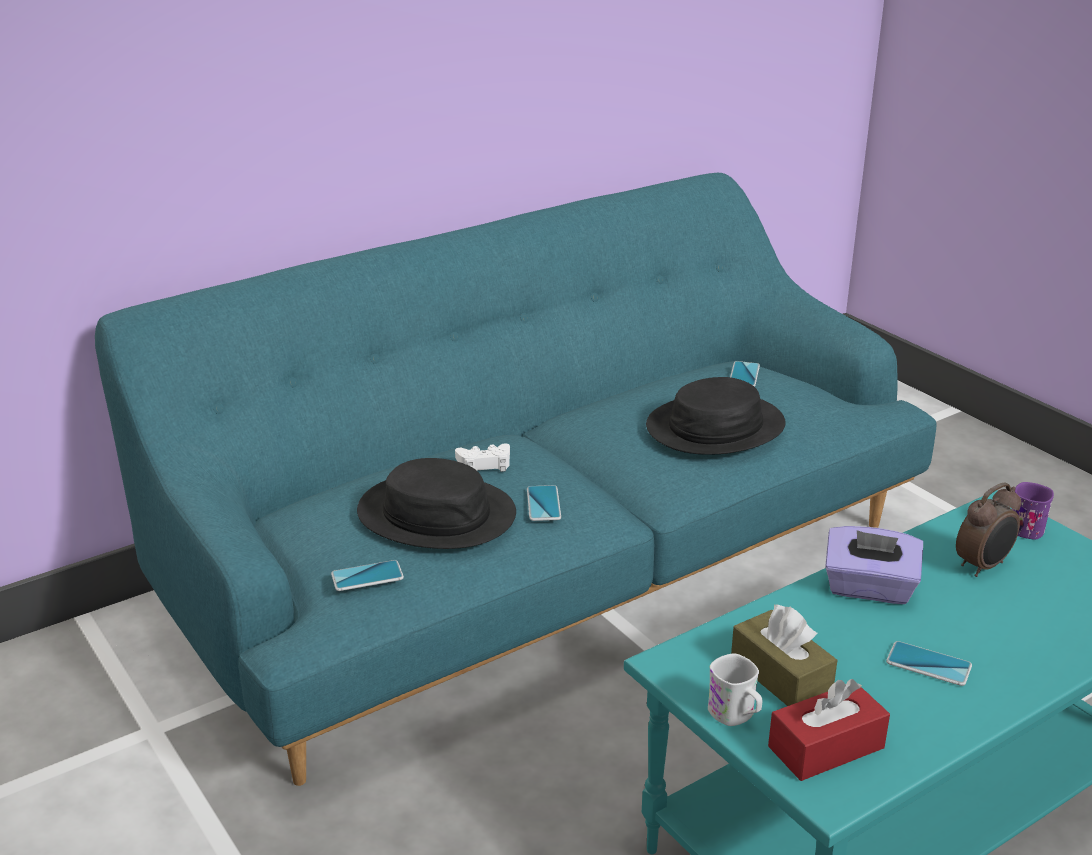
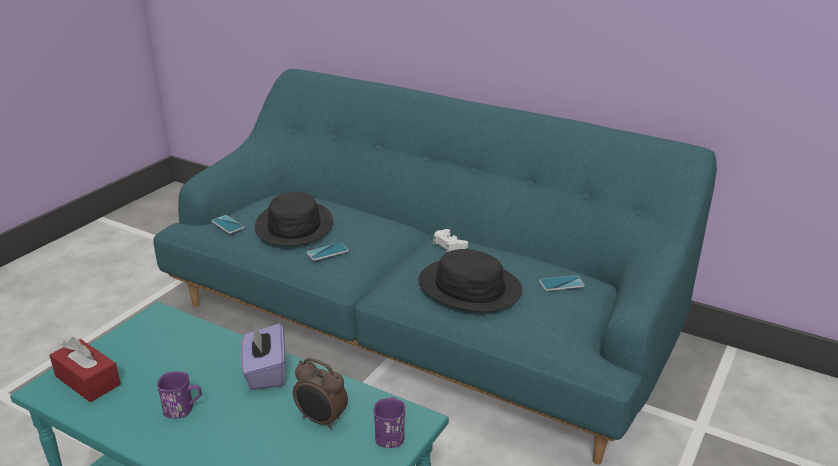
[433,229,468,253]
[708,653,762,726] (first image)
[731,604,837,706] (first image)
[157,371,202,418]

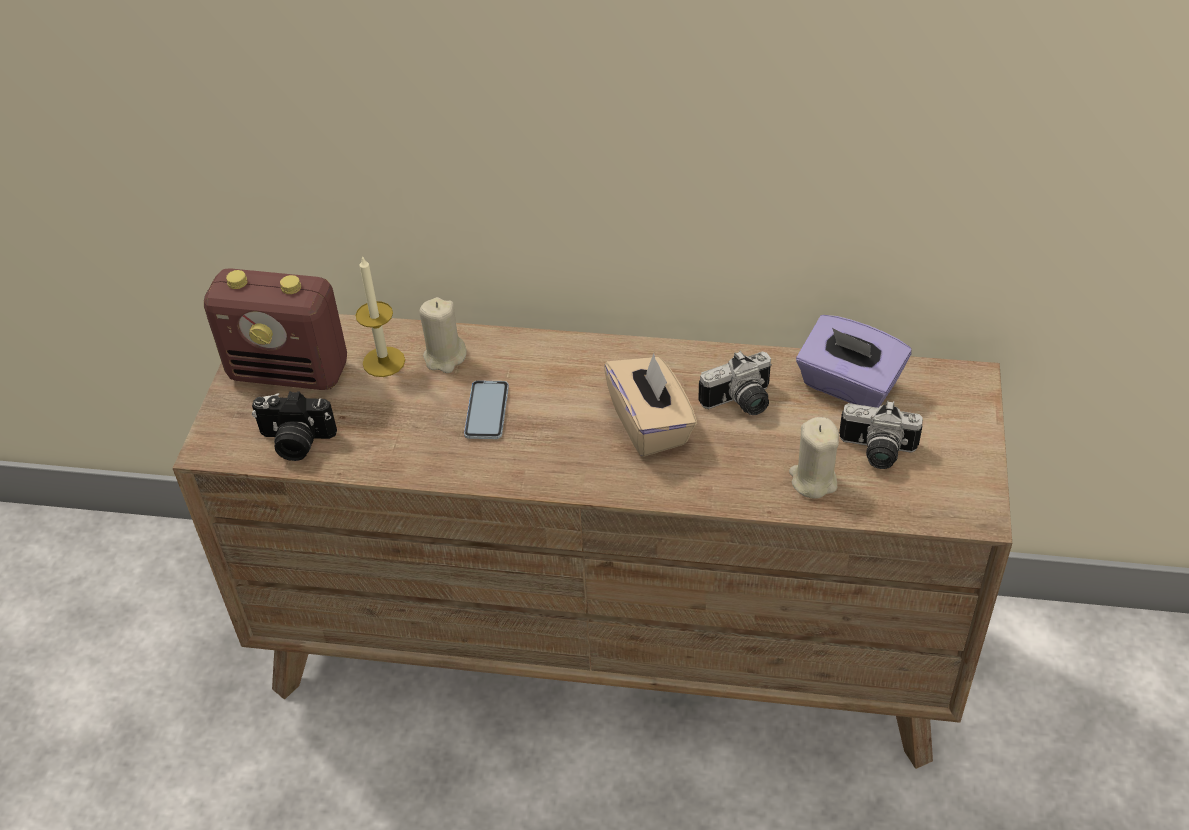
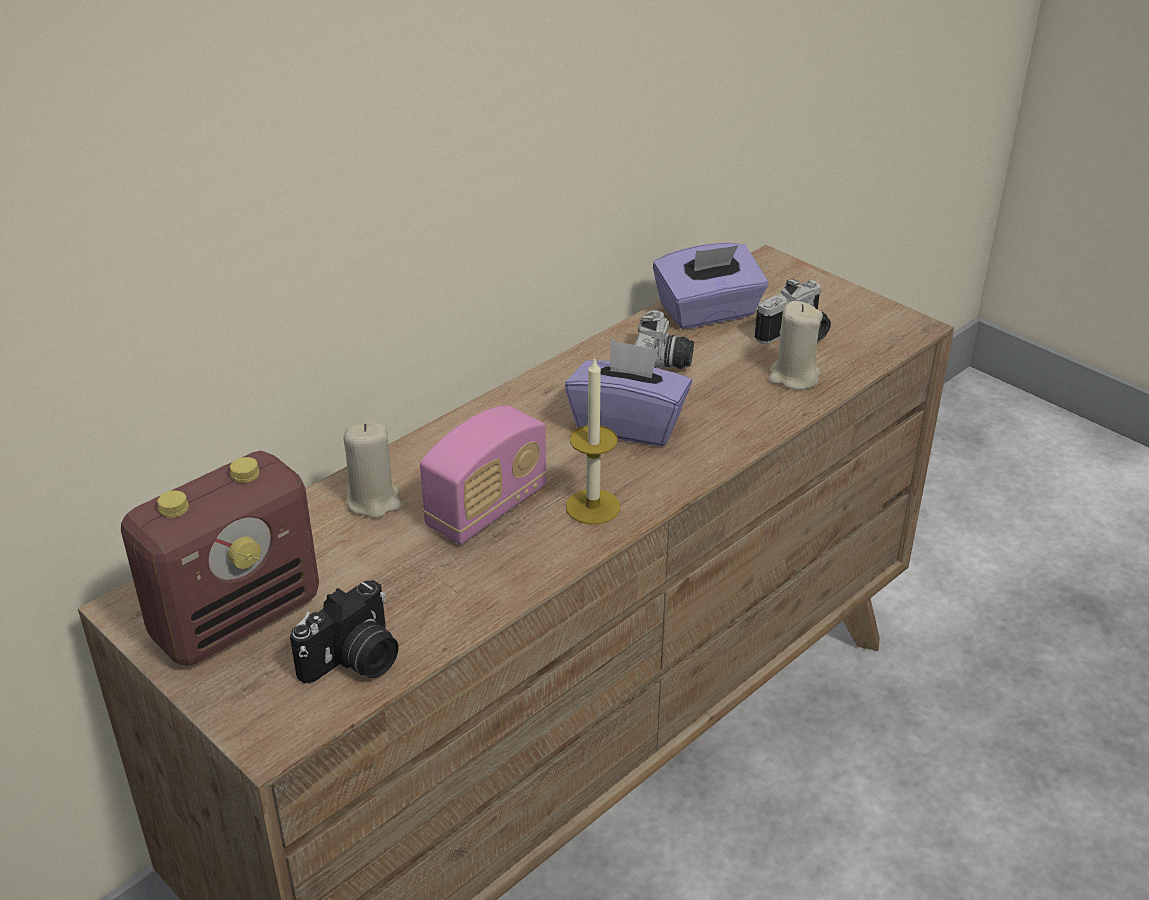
[566,356,620,524]
[420,405,547,544]
[565,339,692,446]

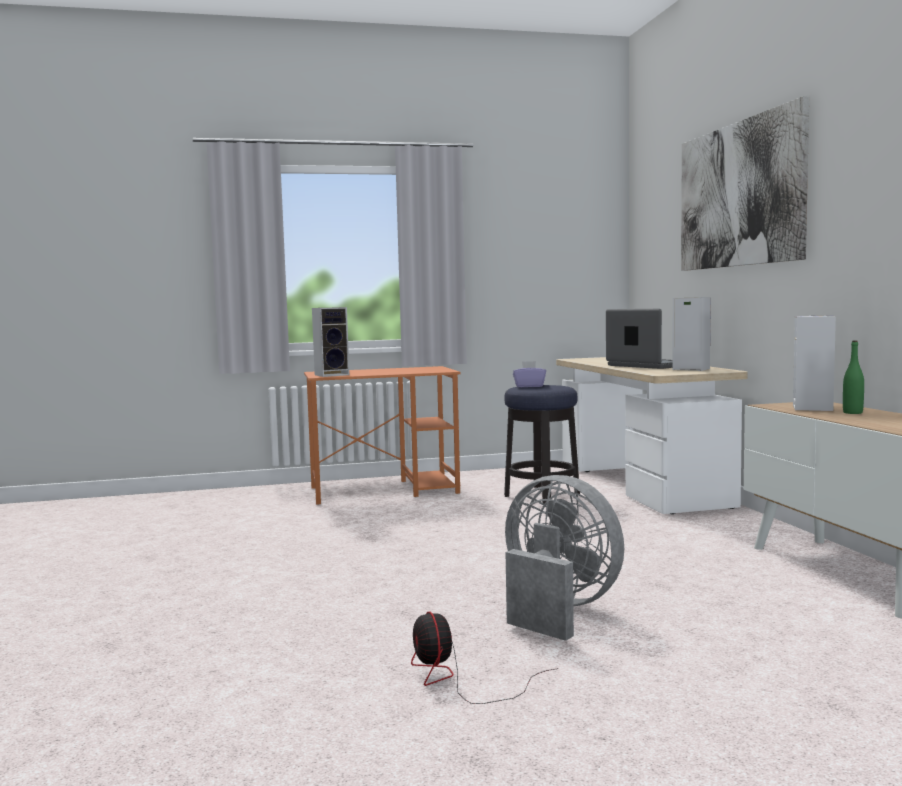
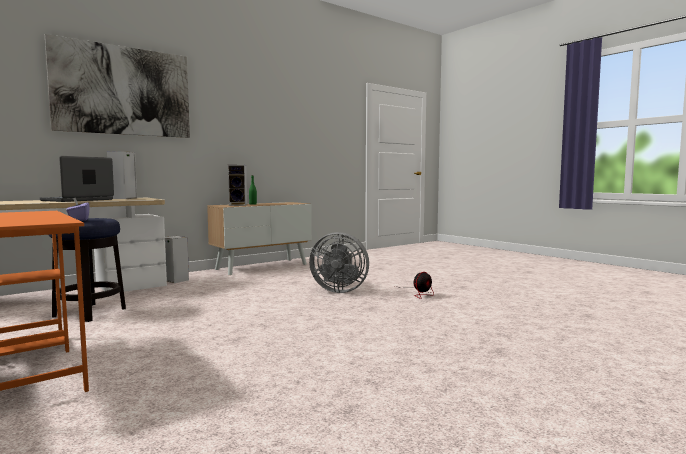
[165,236,189,283]
[309,232,369,293]

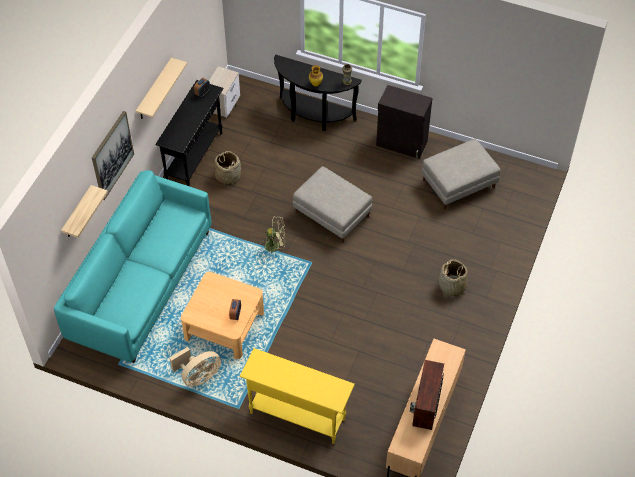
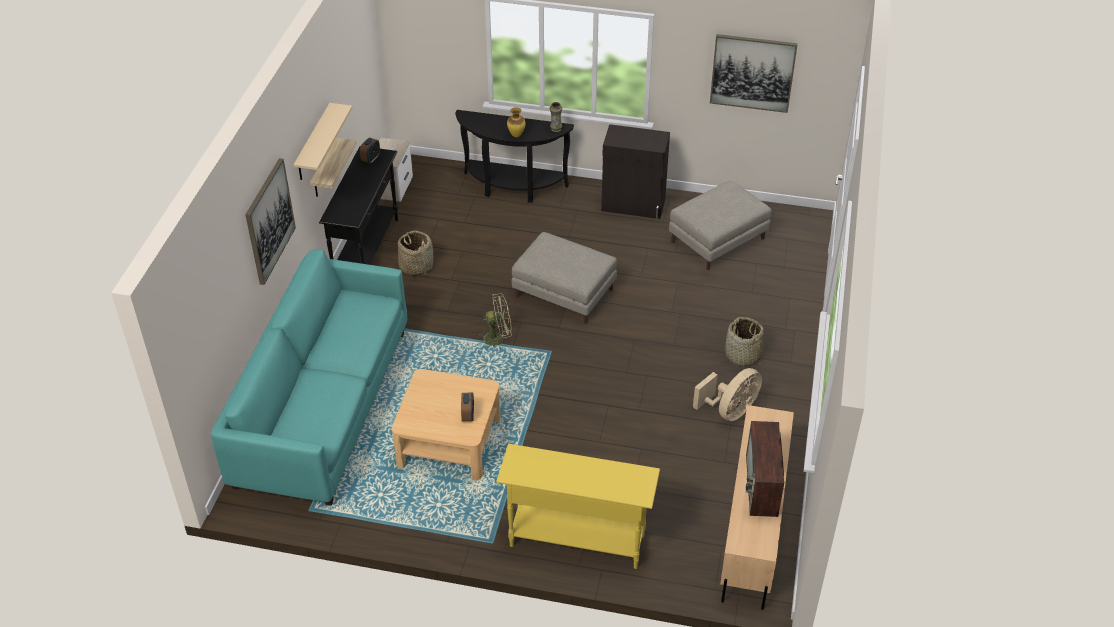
[310,138,357,197]
[693,368,762,421]
[710,34,798,113]

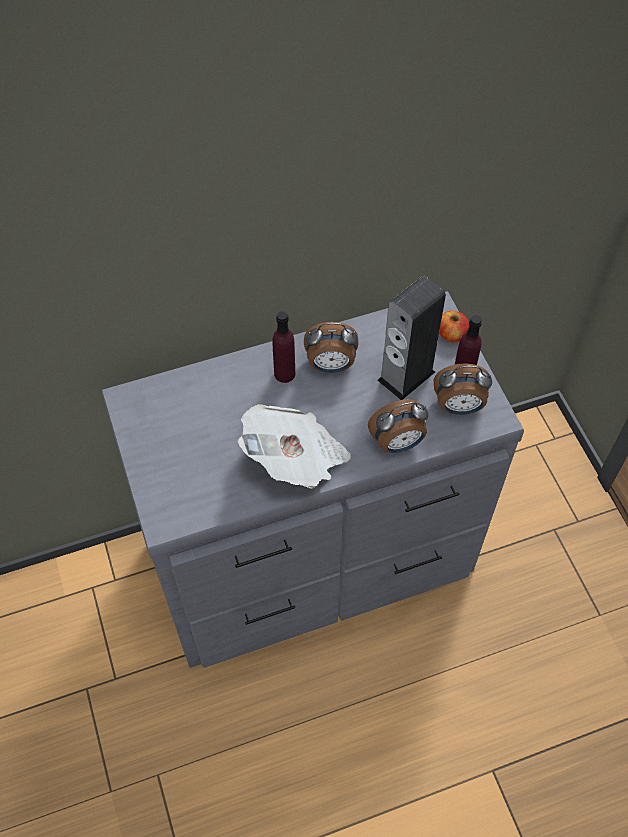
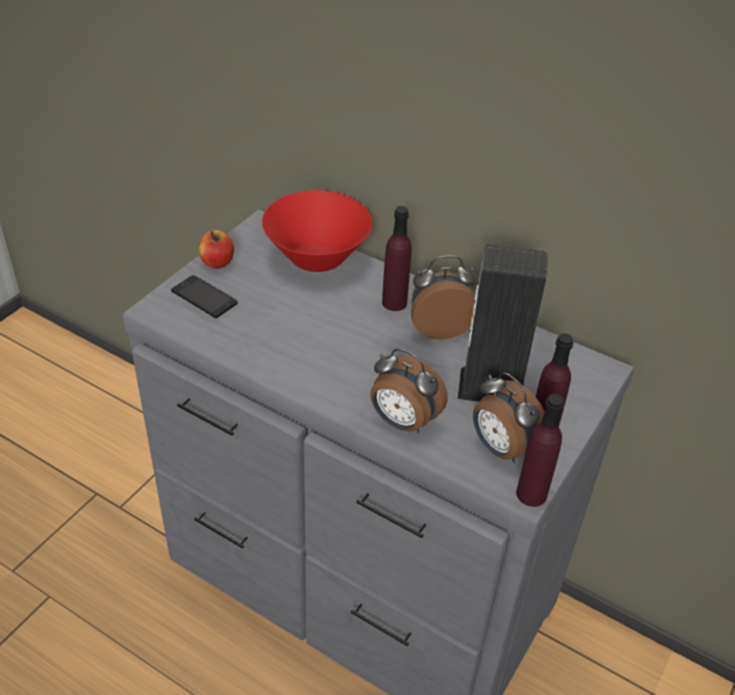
[237,404,351,488] (first image)
[411,256,475,339]
[199,230,234,268]
[171,275,238,318]
[262,190,372,272]
[516,394,564,507]

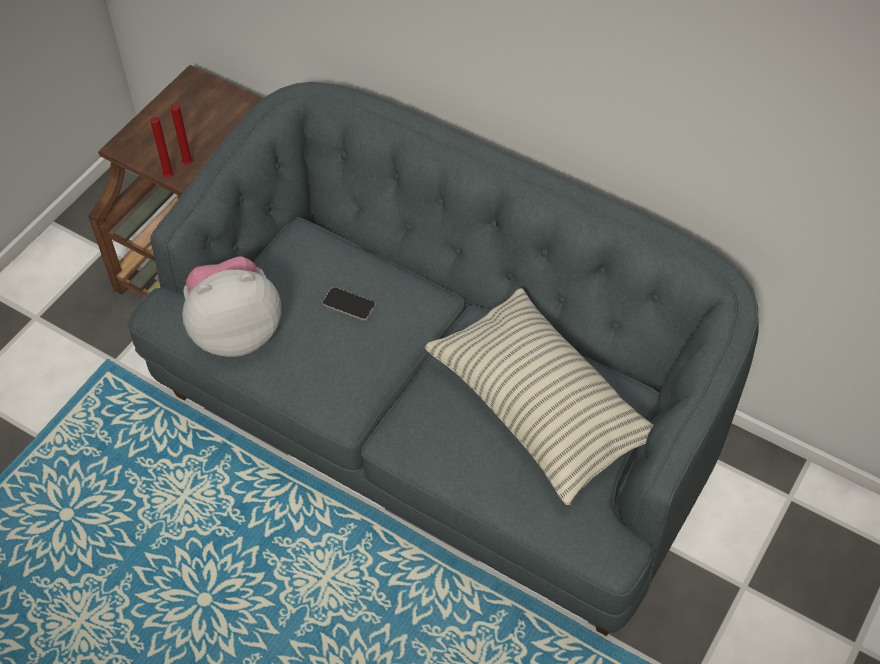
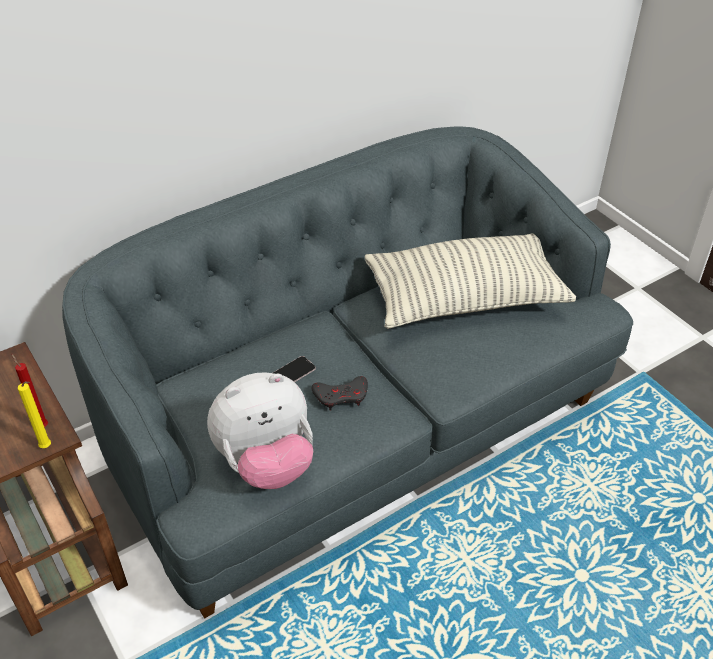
[18,381,51,448]
[207,372,313,489]
[312,376,368,411]

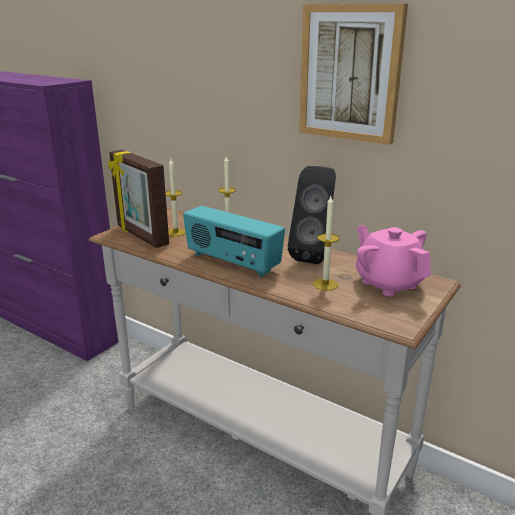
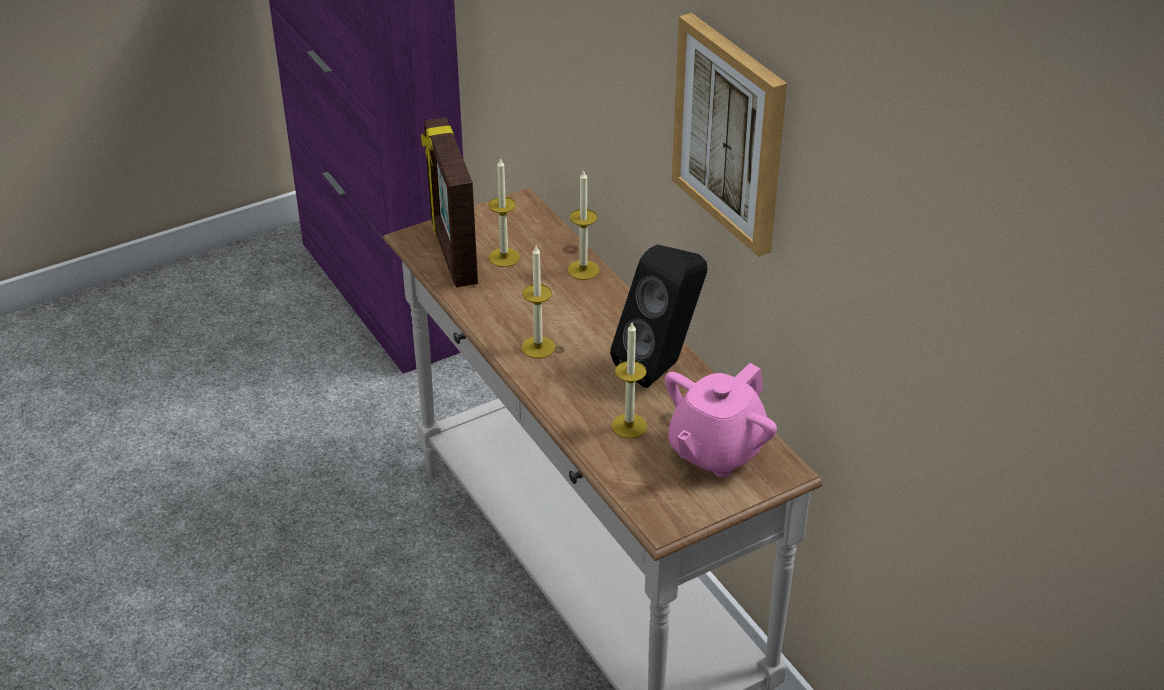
[521,246,555,358]
[665,363,777,478]

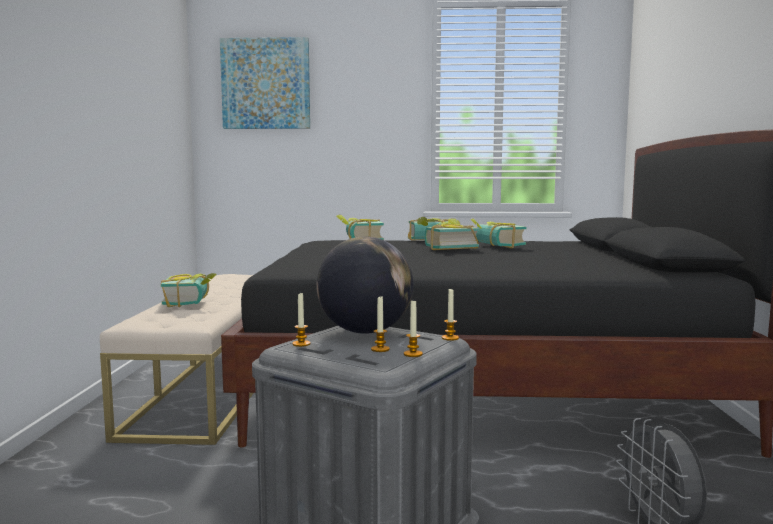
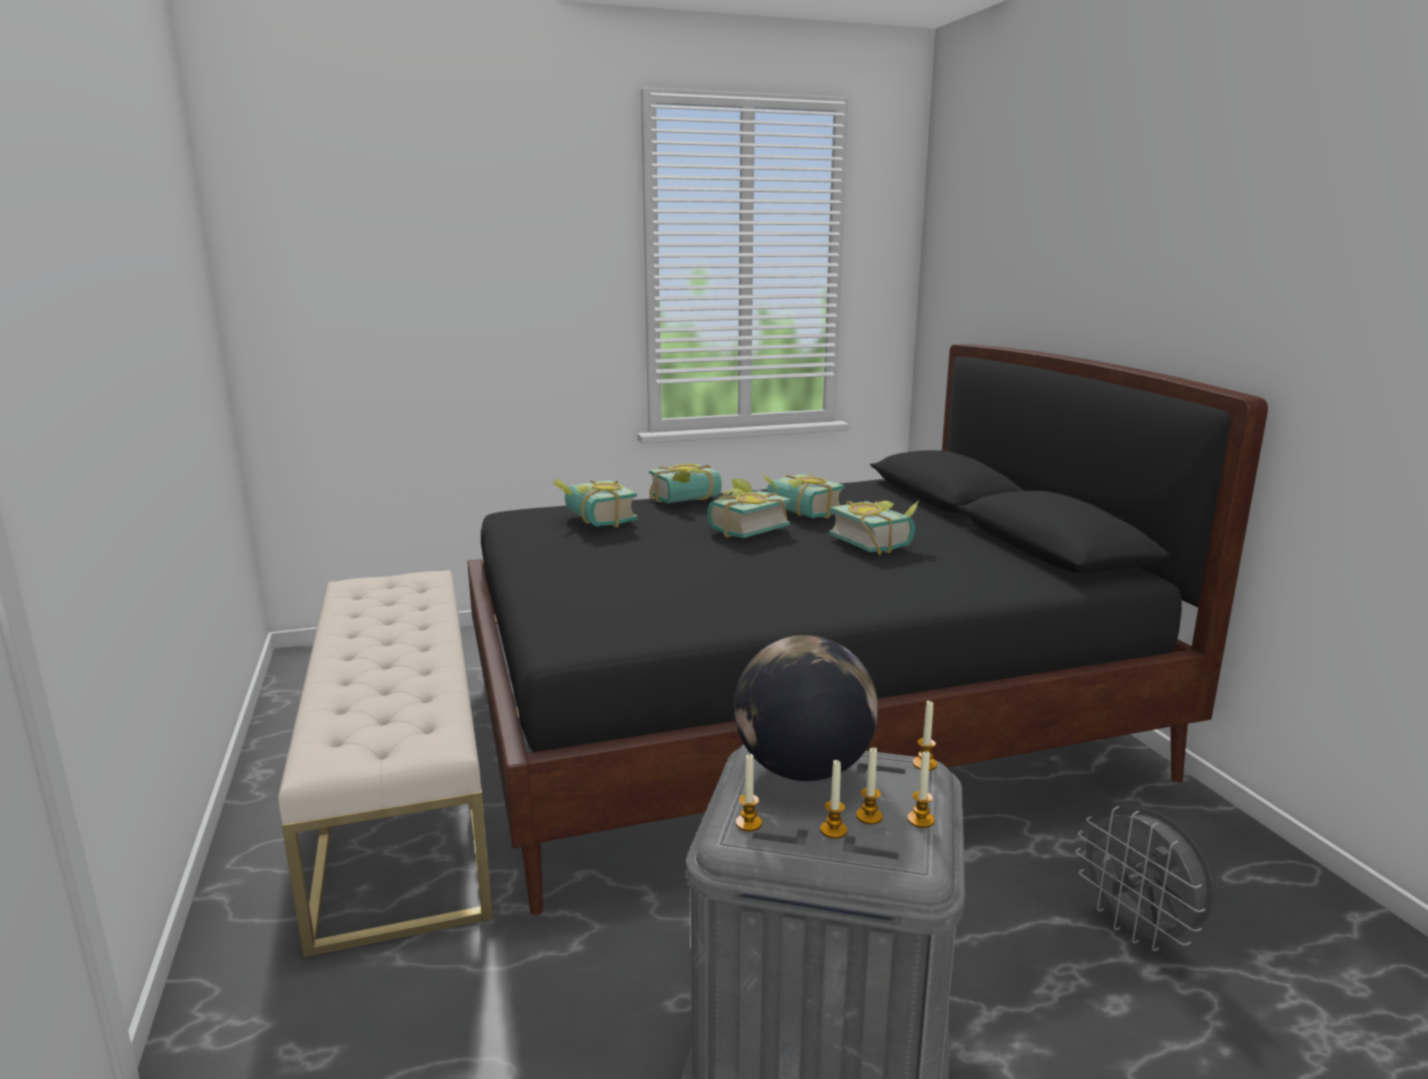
[829,500,920,555]
[220,37,310,129] (first image)
[820,760,847,839]

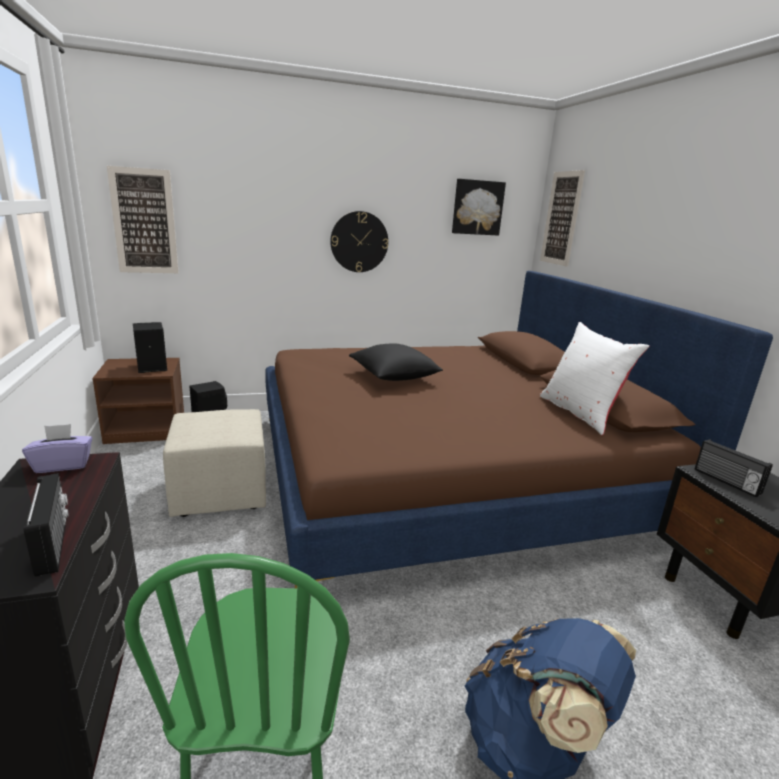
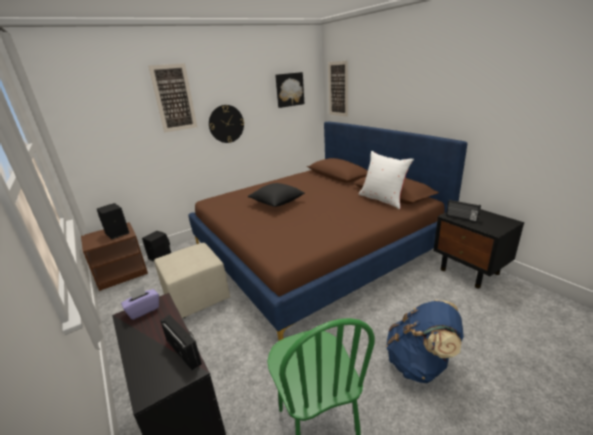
[148,63,197,133]

